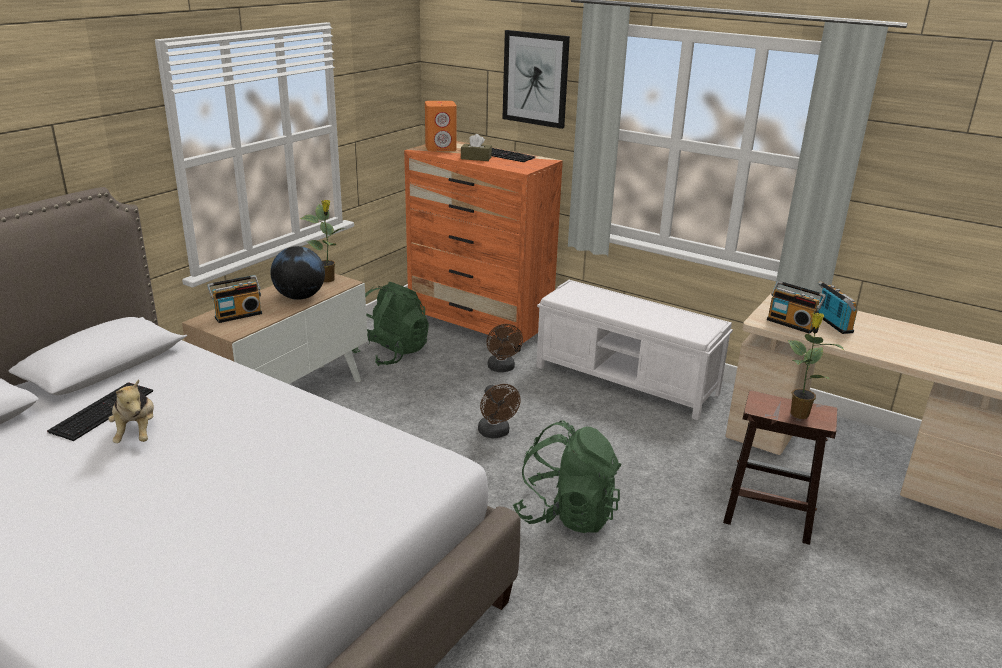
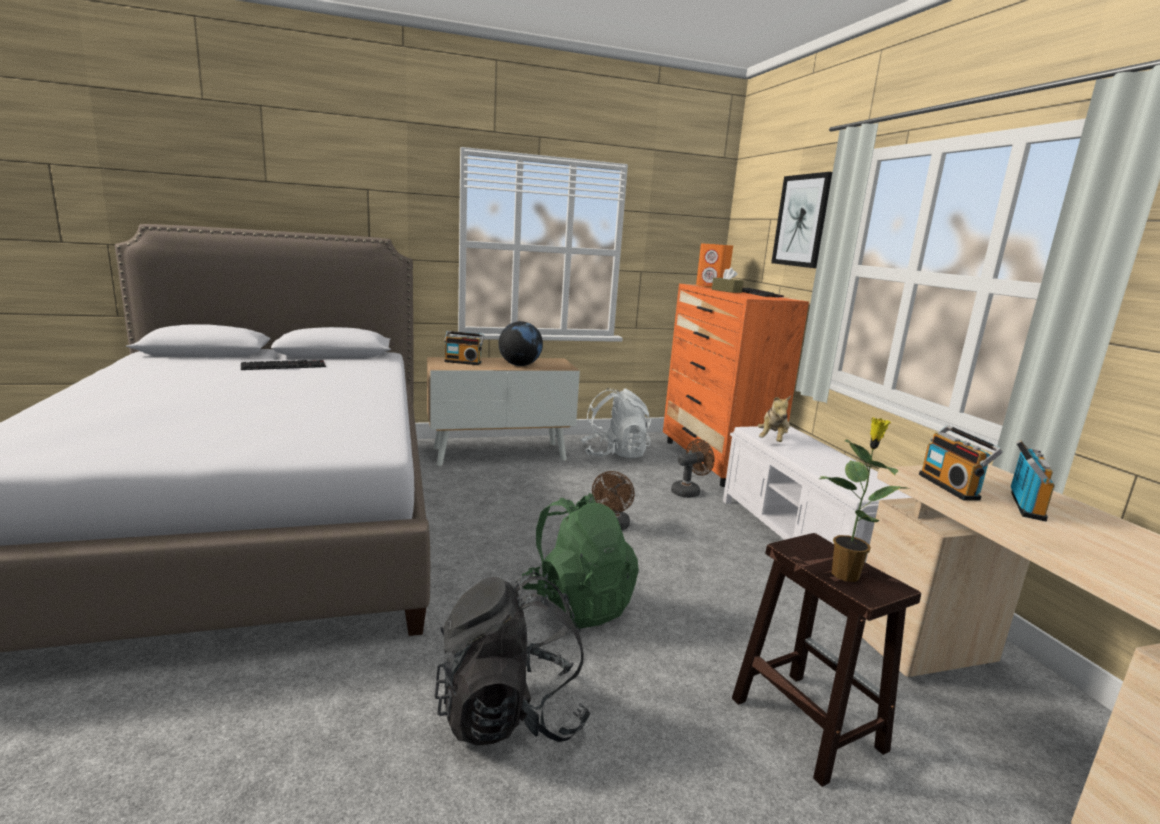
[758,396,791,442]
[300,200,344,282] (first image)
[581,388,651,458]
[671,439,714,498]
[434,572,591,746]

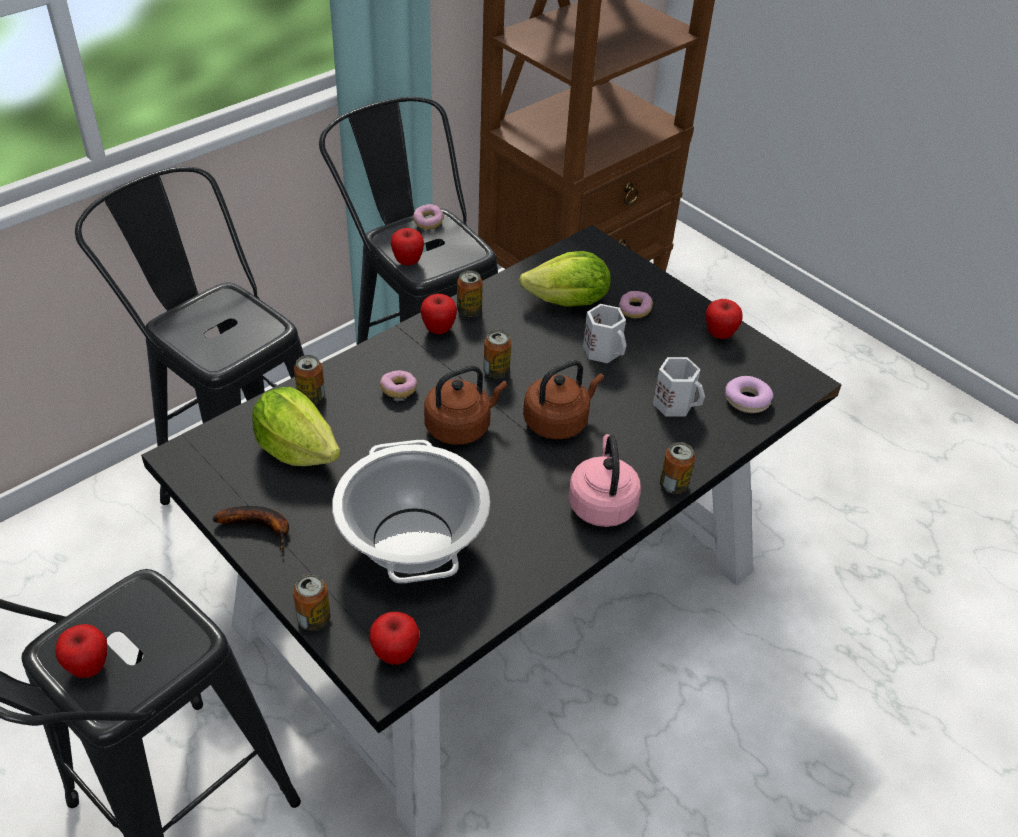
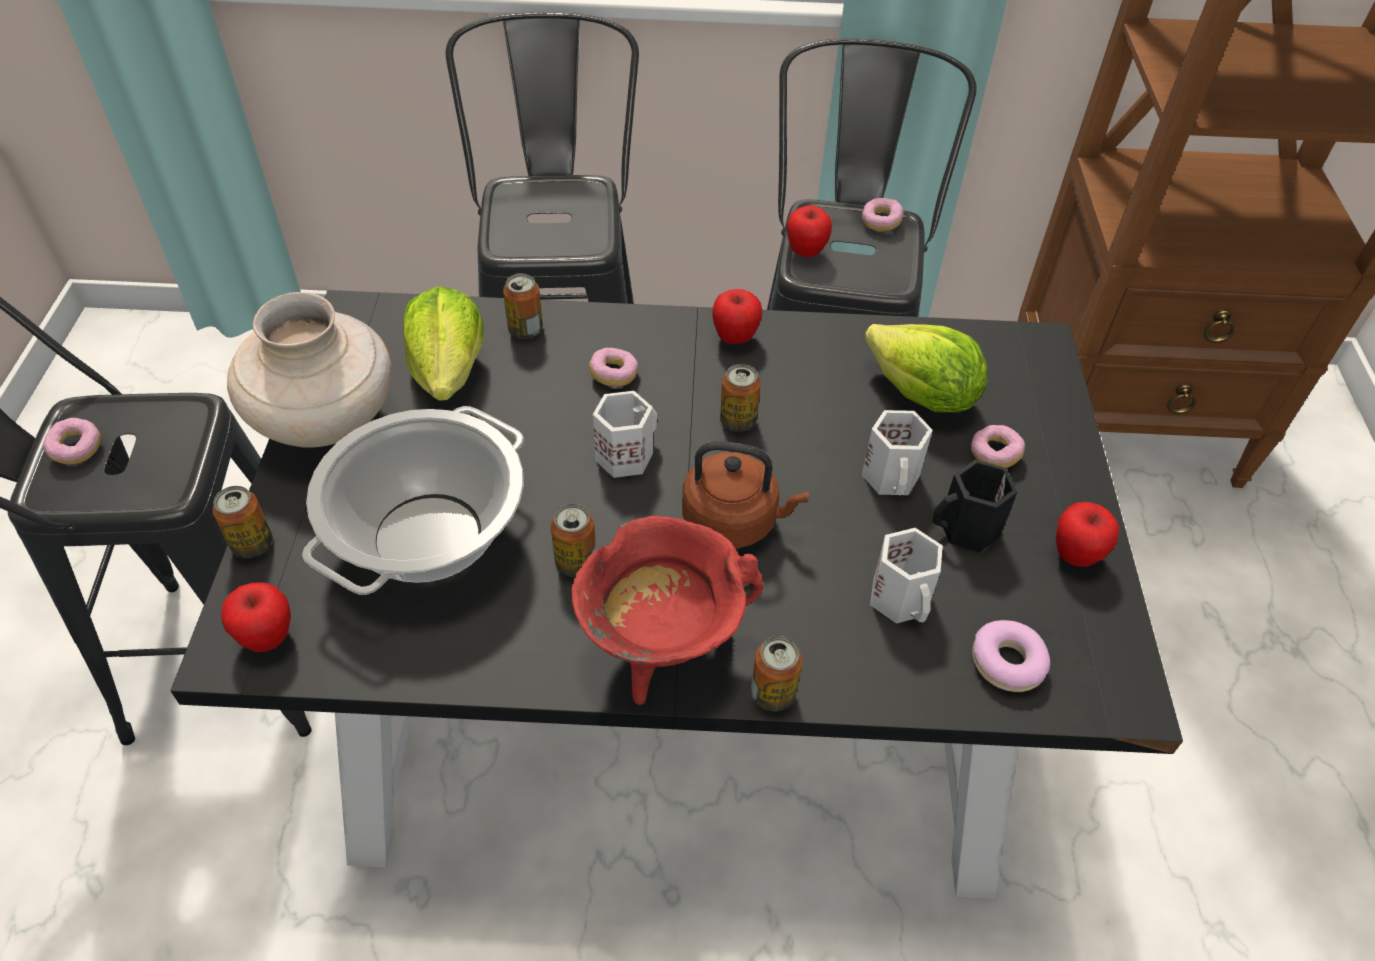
[43,418,101,465]
[227,292,392,448]
[593,391,657,478]
[551,504,596,577]
[571,516,763,705]
[933,460,1017,552]

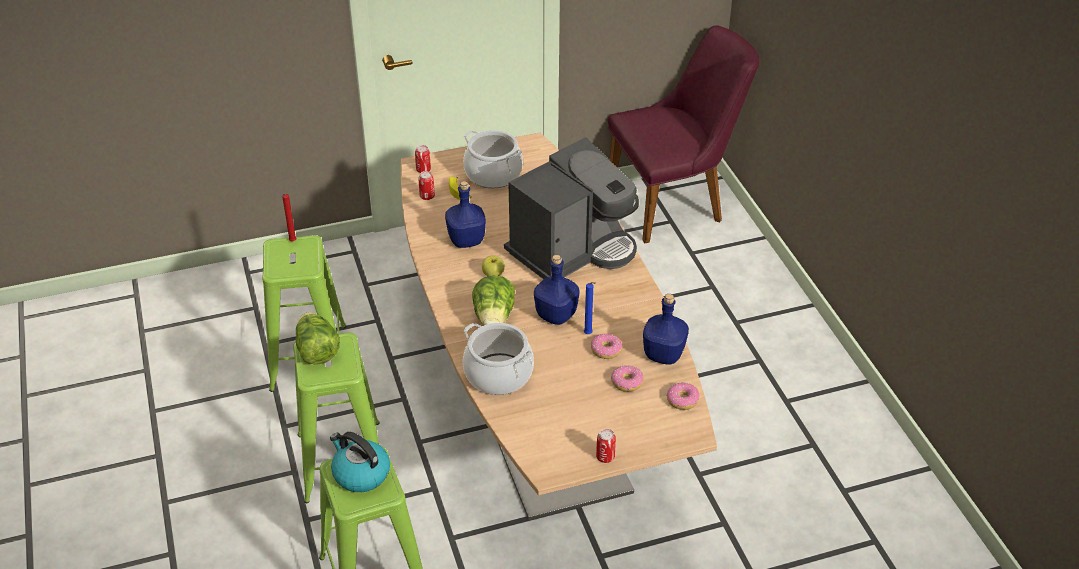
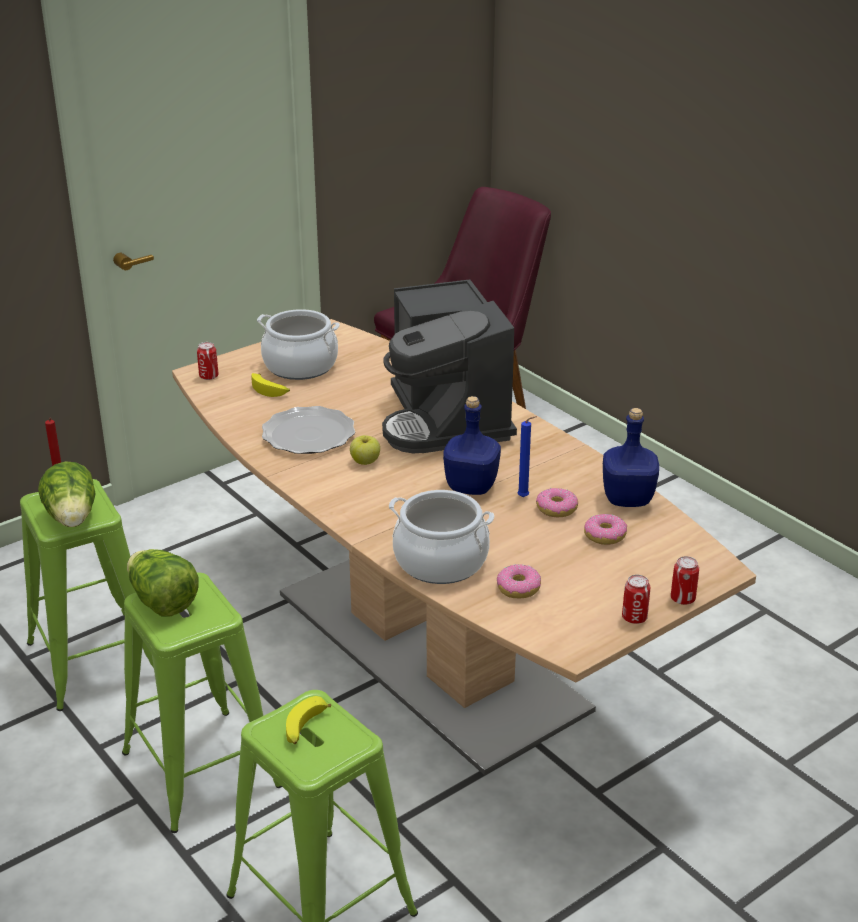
[286,696,331,744]
[671,556,699,605]
[262,406,355,454]
[38,461,96,527]
[382,279,517,454]
[497,564,541,598]

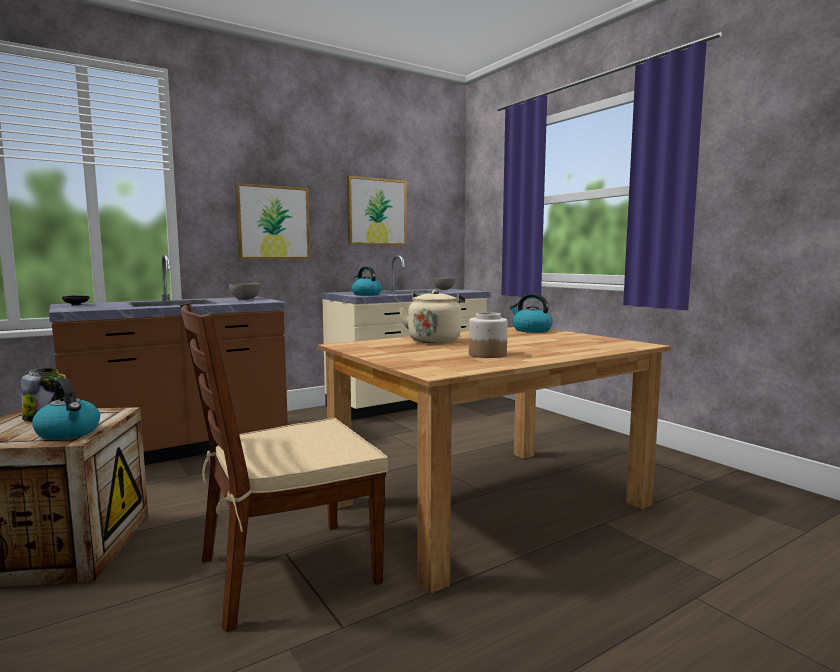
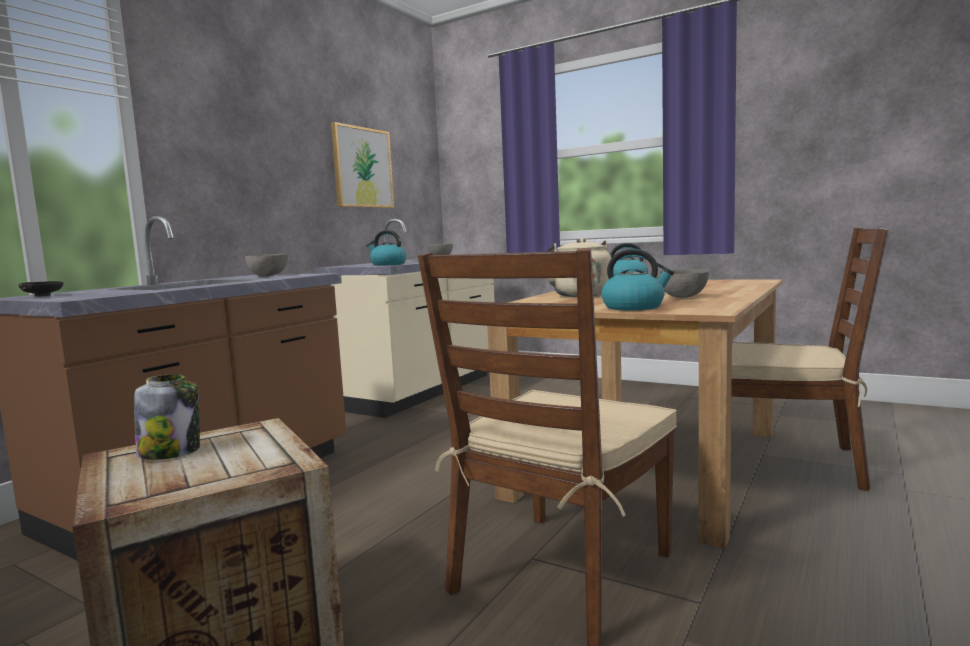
[602,249,674,311]
[235,183,310,259] (first image)
[657,270,709,298]
[731,228,889,491]

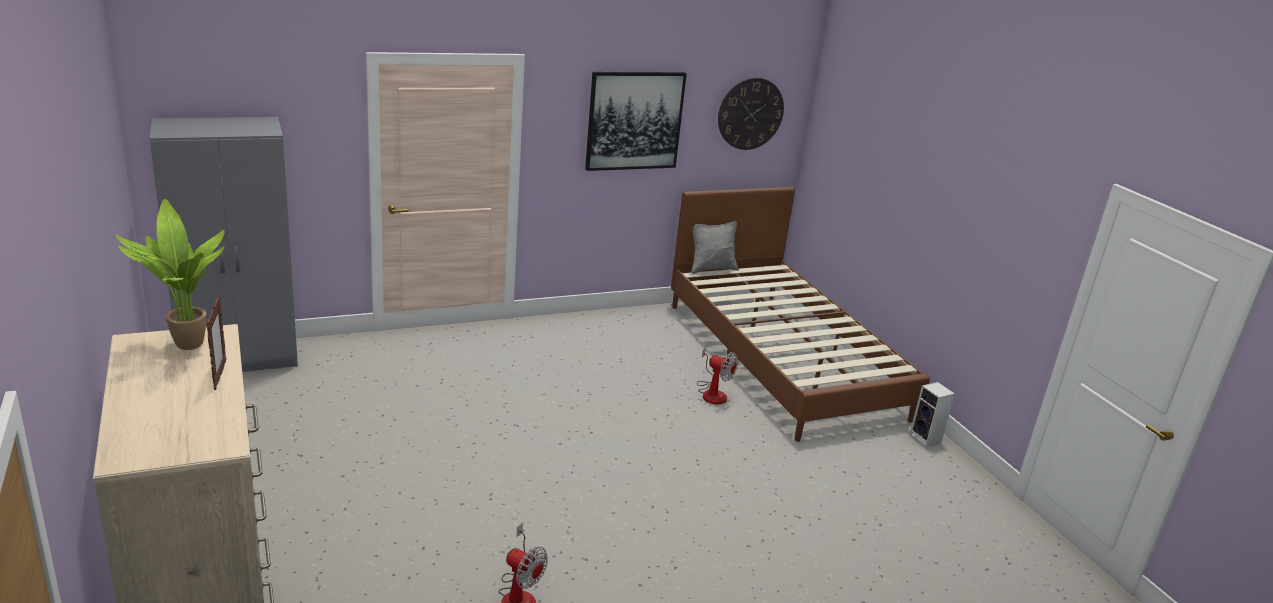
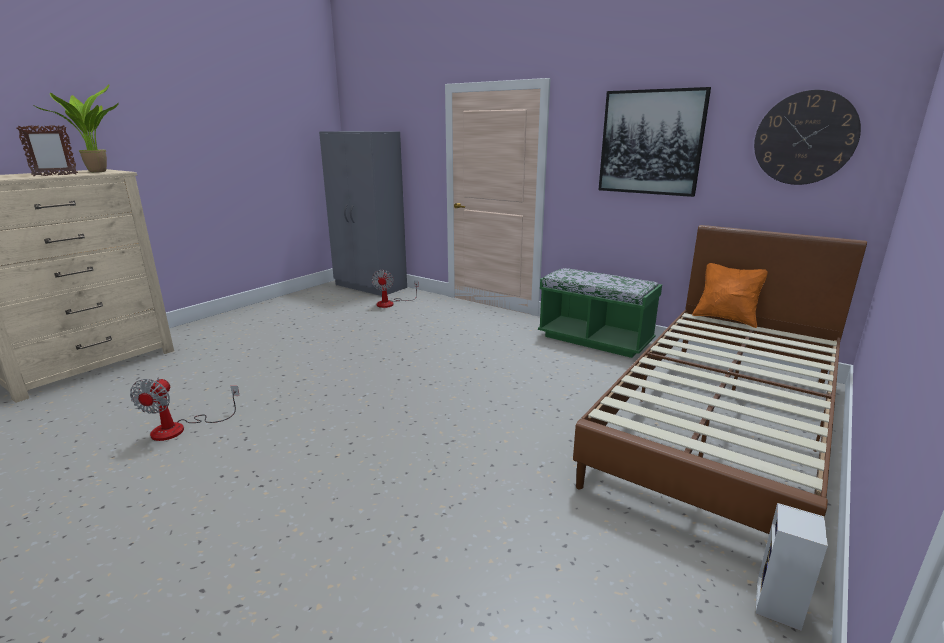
[692,263,768,328]
[371,270,419,308]
[538,268,662,358]

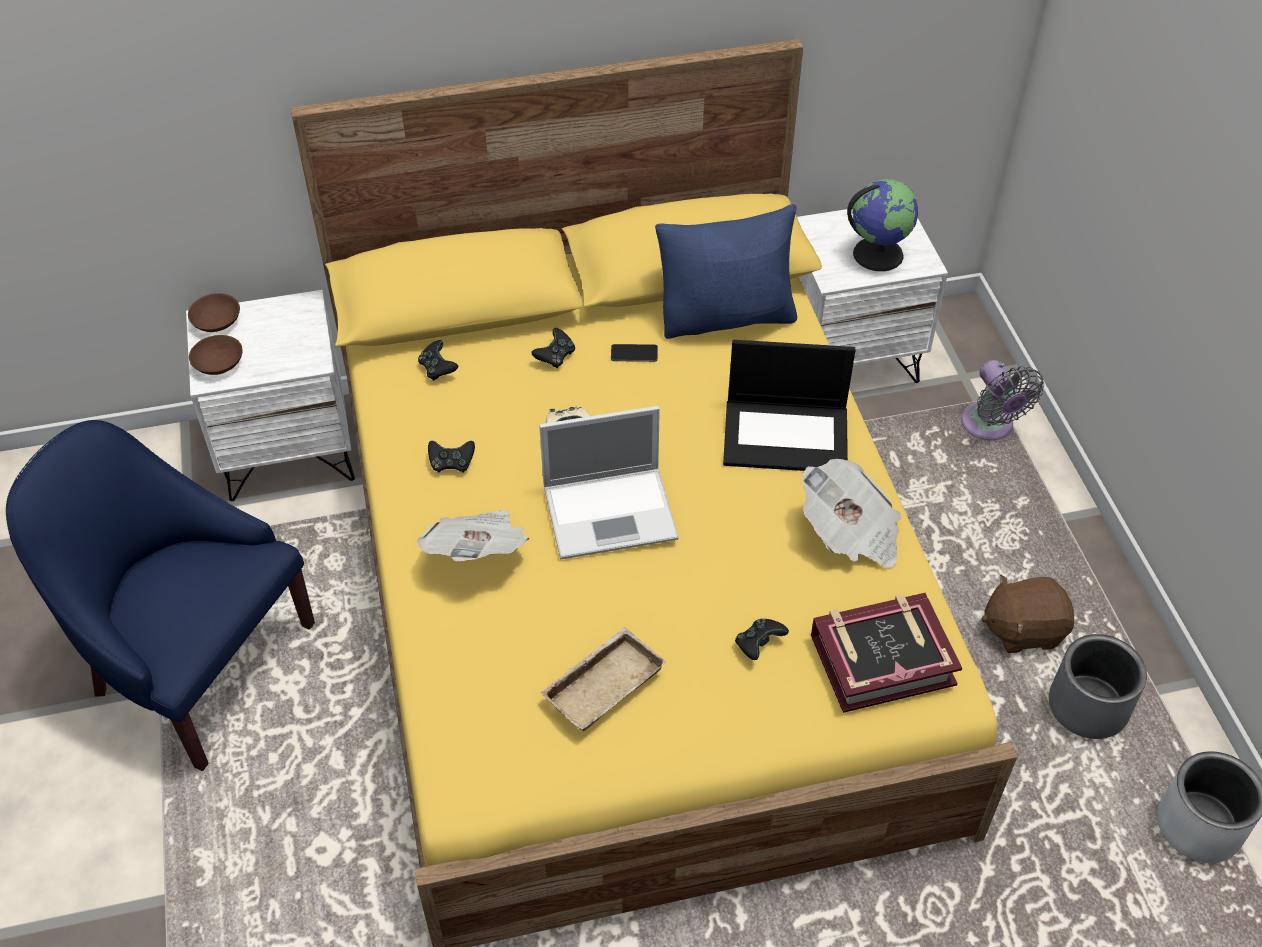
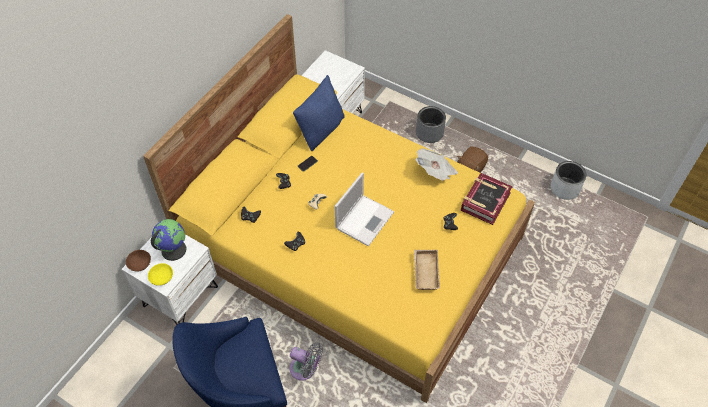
[148,263,173,286]
[417,510,529,561] (first image)
[723,340,855,471] (first image)
[151,219,186,261]
[289,343,323,381]
[416,106,446,143]

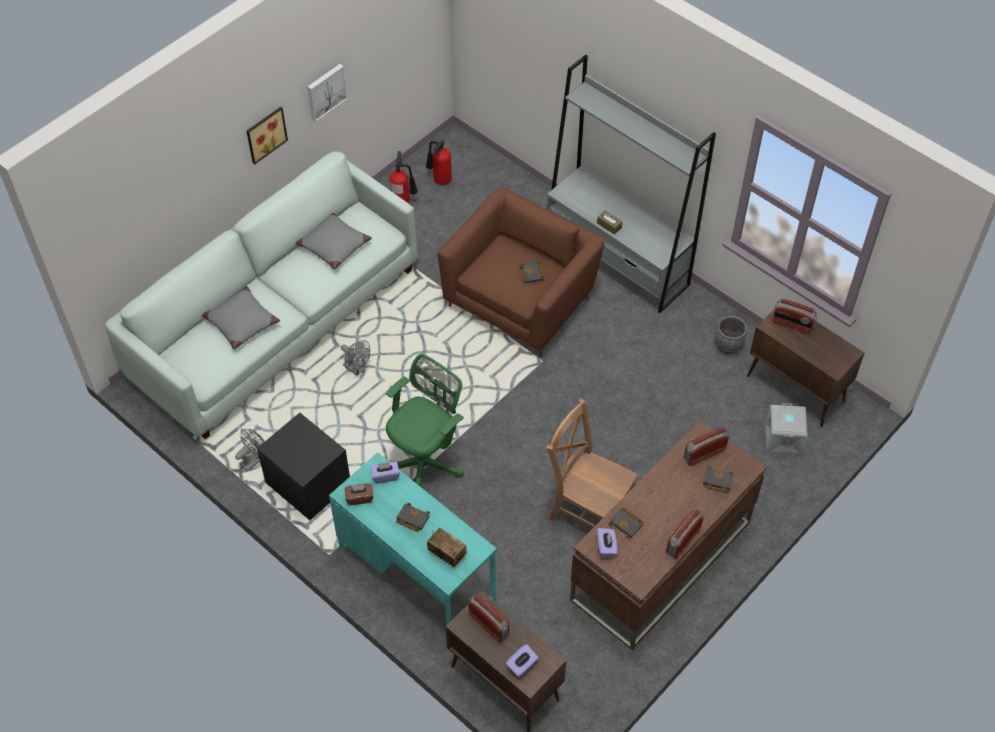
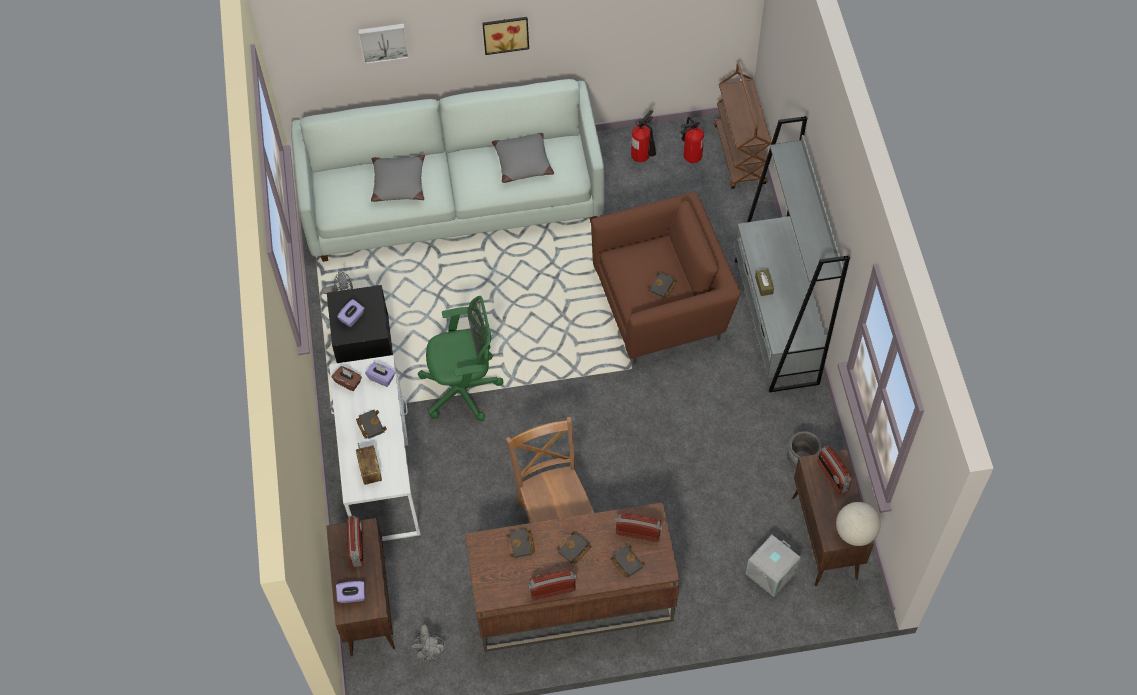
[358,24,409,64]
[329,355,420,541]
[407,625,446,661]
[337,299,365,327]
[556,532,591,564]
[714,63,772,189]
[836,502,881,546]

